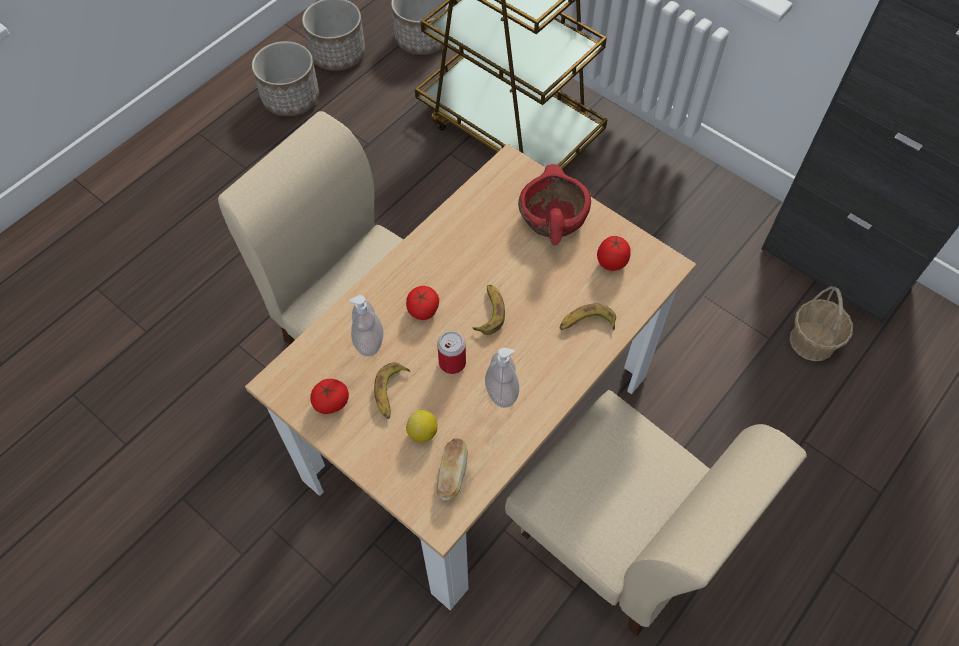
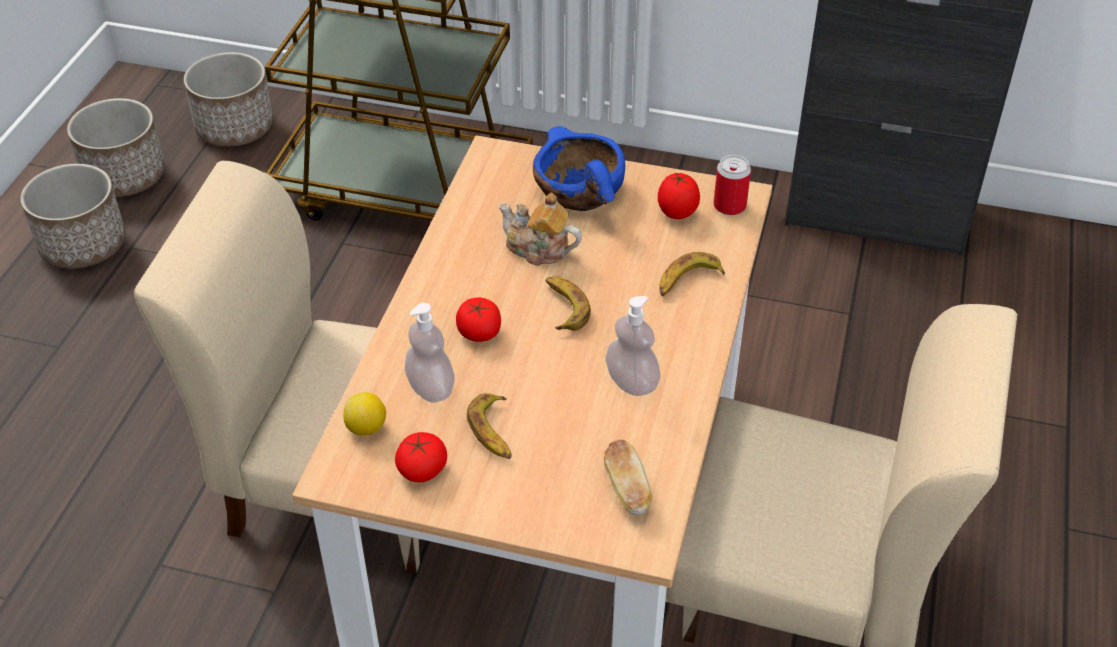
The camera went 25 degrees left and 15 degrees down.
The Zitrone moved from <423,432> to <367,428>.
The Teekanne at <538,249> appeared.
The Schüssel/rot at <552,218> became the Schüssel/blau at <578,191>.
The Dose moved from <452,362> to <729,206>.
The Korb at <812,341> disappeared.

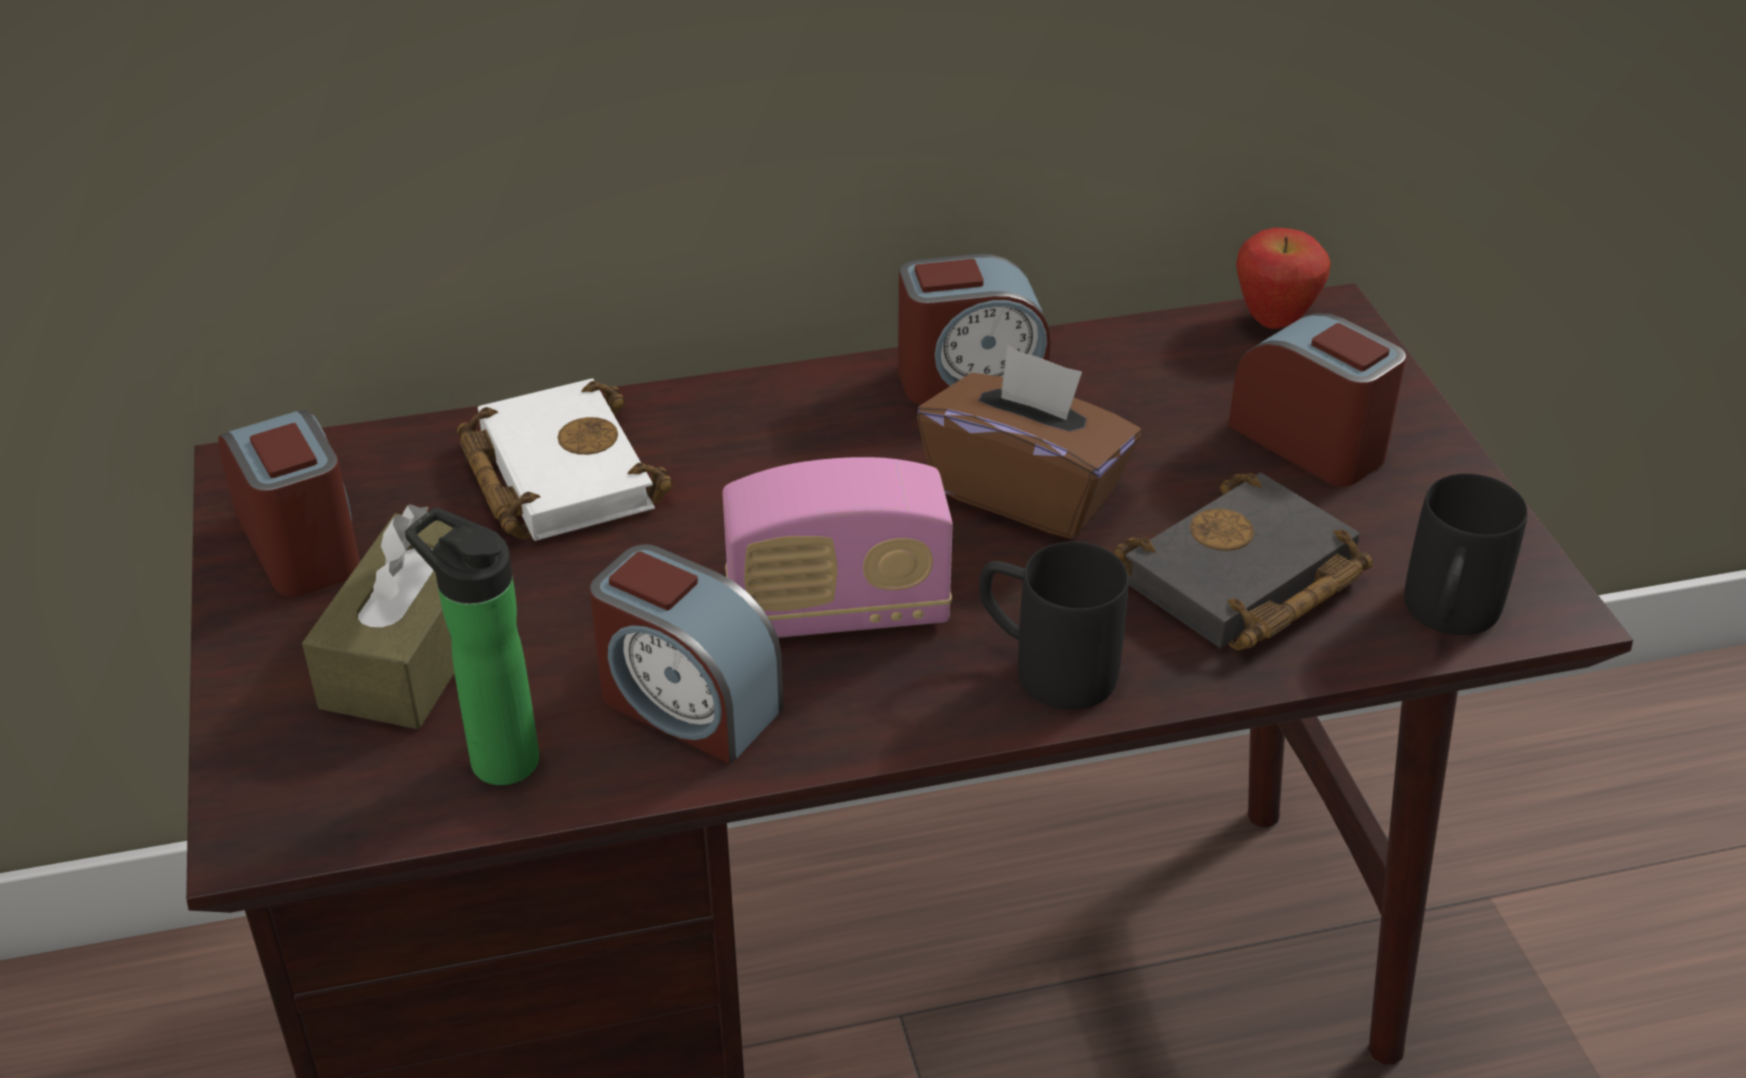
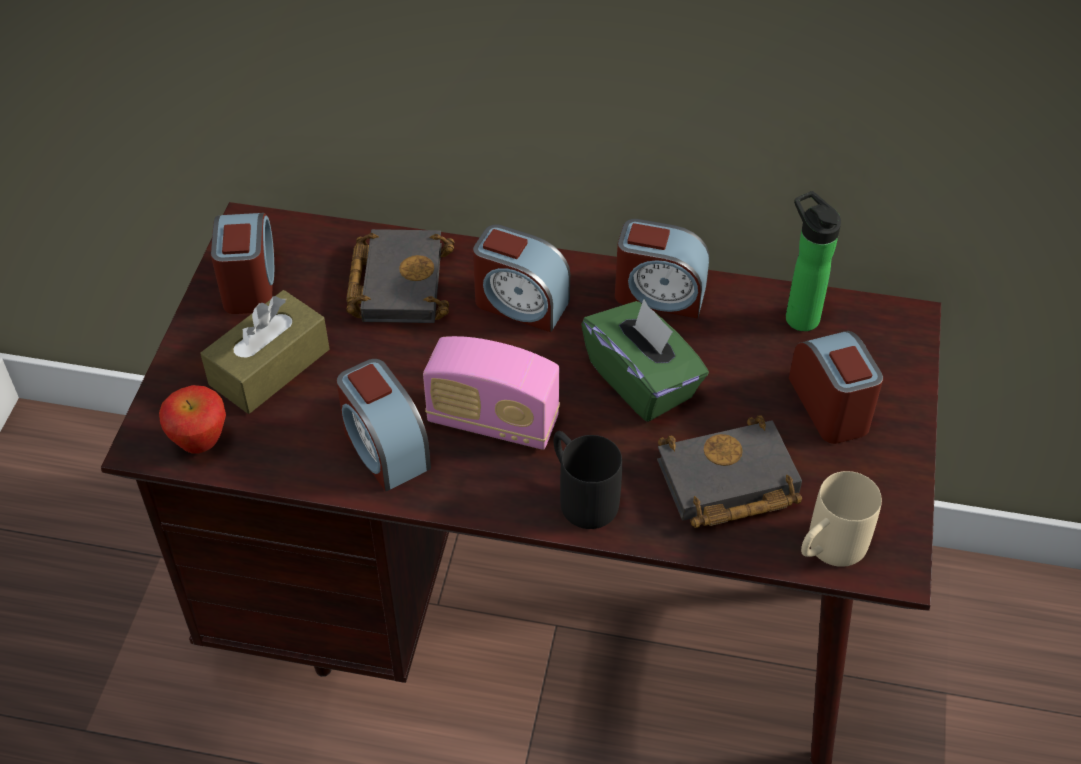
The camera went 25 degrees right and 10 degrees up.
The Apfel moved from <1274,321> to <200,443>.
The Buch/weiß at <555,473> became the Buch/schwarz at <397,281>.
The Wecker at <520,303> appeared.
The Taschentuchbox/braun at <1026,491> became the Taschentuchbox/grün at <642,381>.
The Flasche moved from <496,757> to <798,315>.
The Henkelbecher/schwarz at <1446,619> became the Henkelbecher/beige at <827,550>.

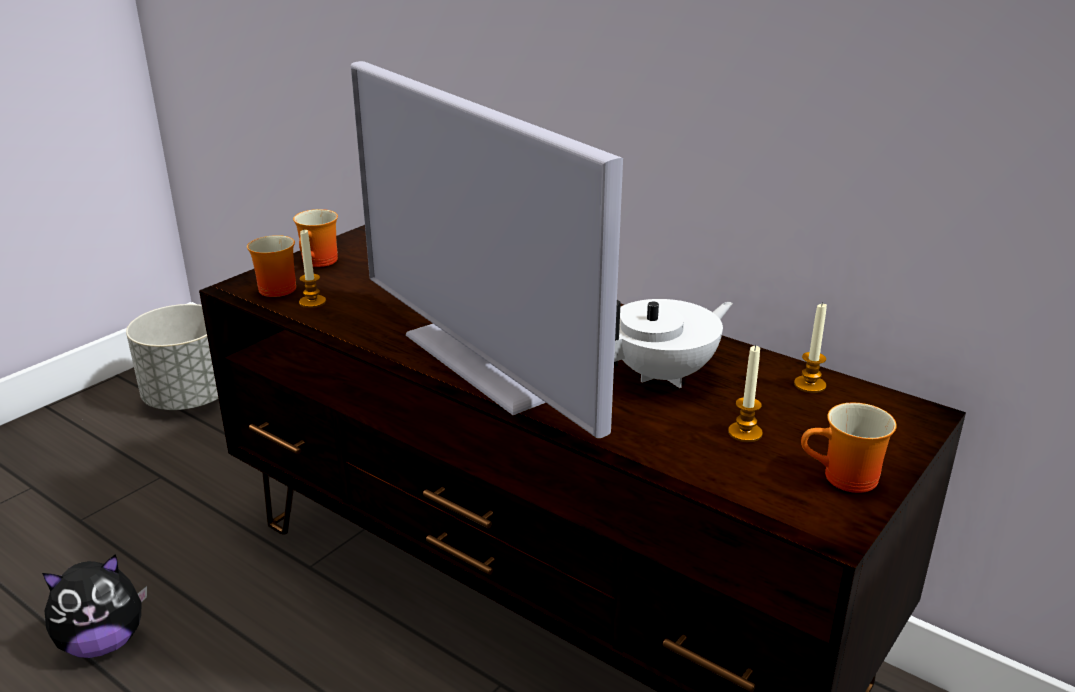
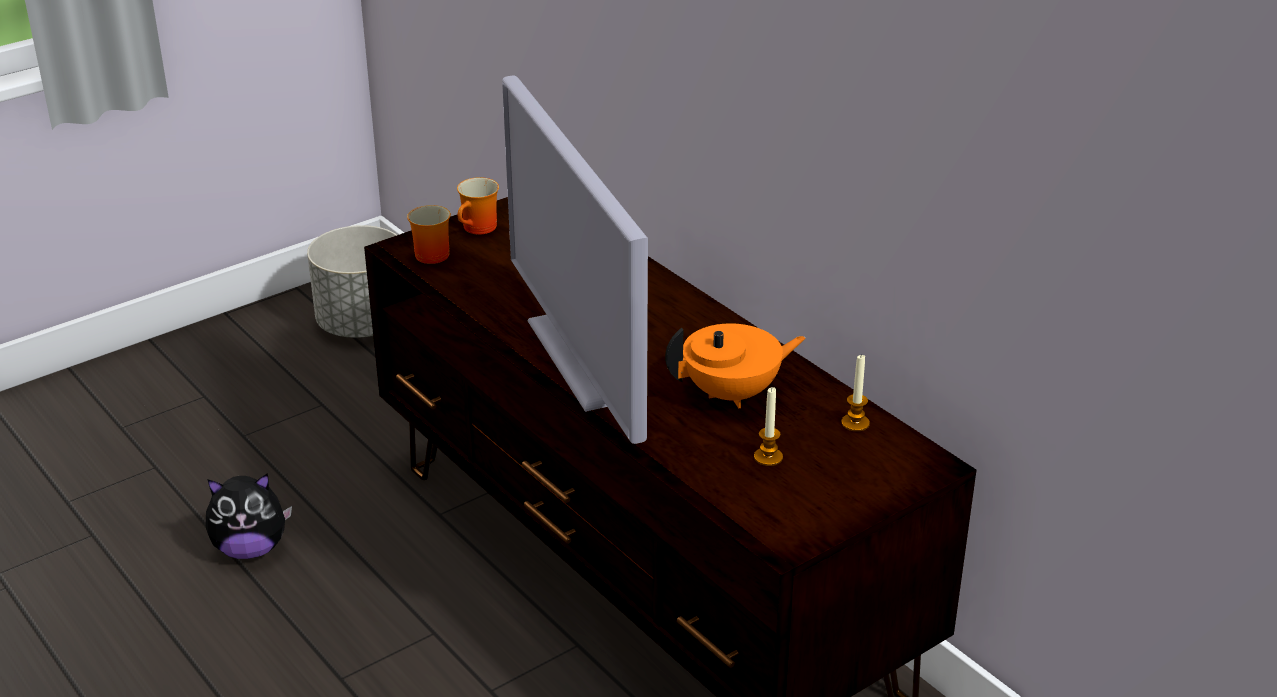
The camera went 15 degrees right and 5 degrees up.
The Teekanne/weiß at <664,375> became the Teekanne/orange at <733,394>.
The Kerze at <312,302> disappeared.
The Henkelbecher at <845,480> disappeared.

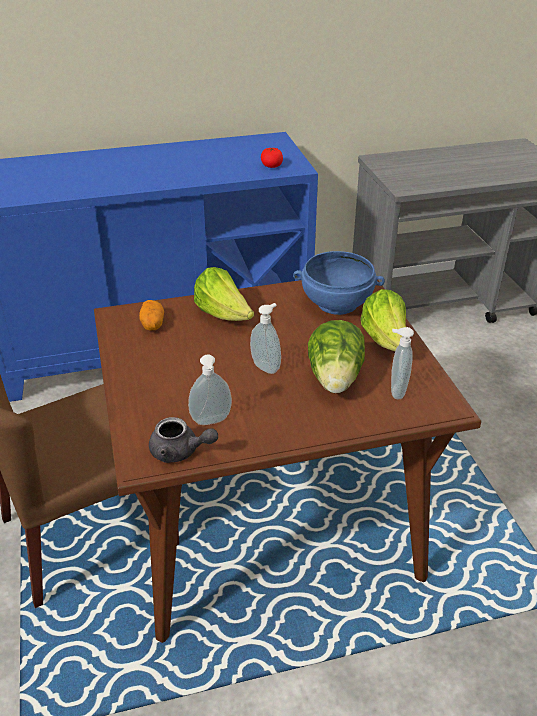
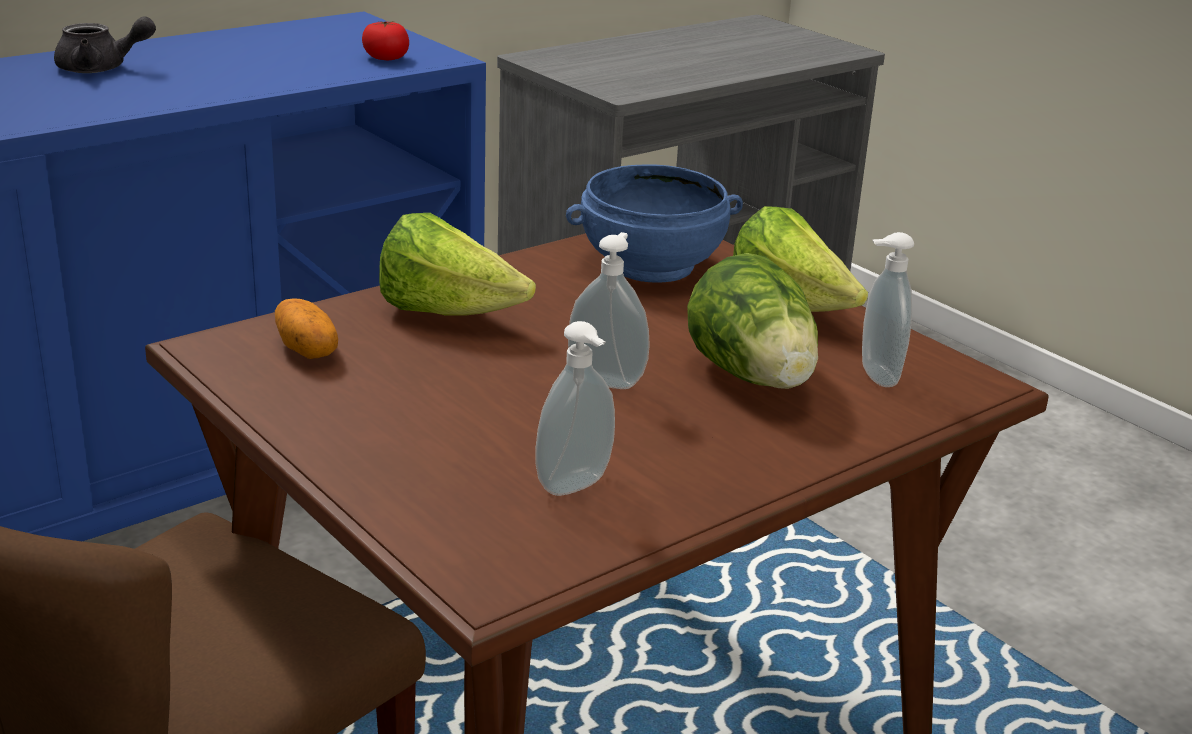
The camera went 25 degrees left and 10 degrees down.
The Teekanne/grau moved from <180,452> to <101,68>.

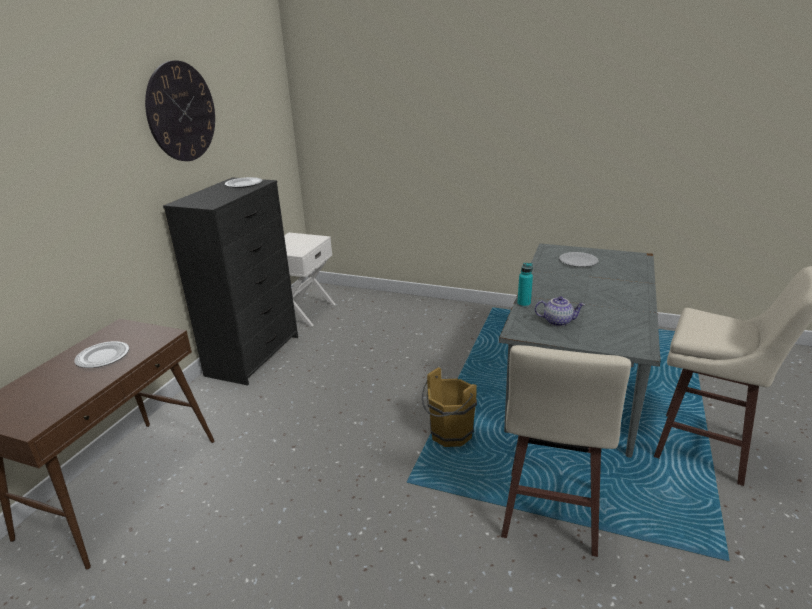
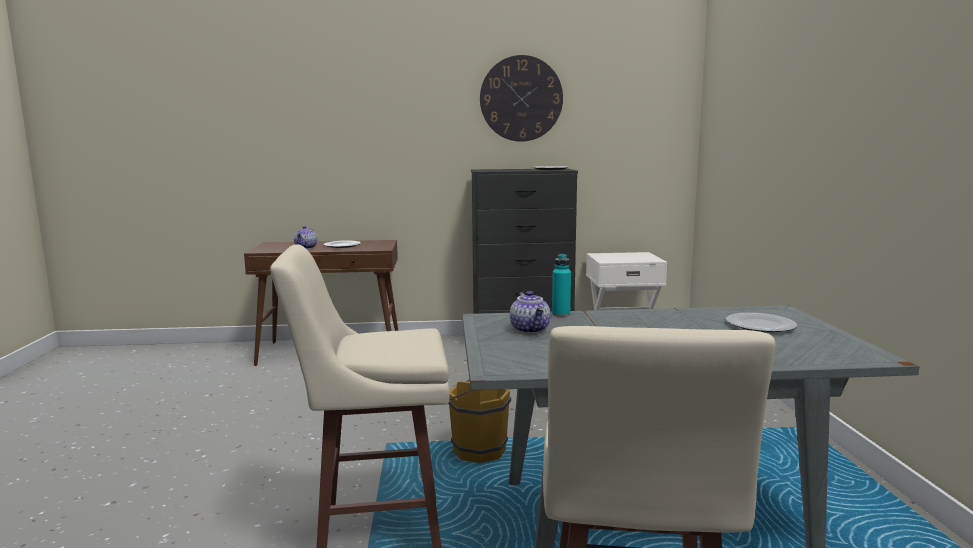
The camera went 65 degrees right and 15 degrees down.
The Teekanne at <306,248> appeared.

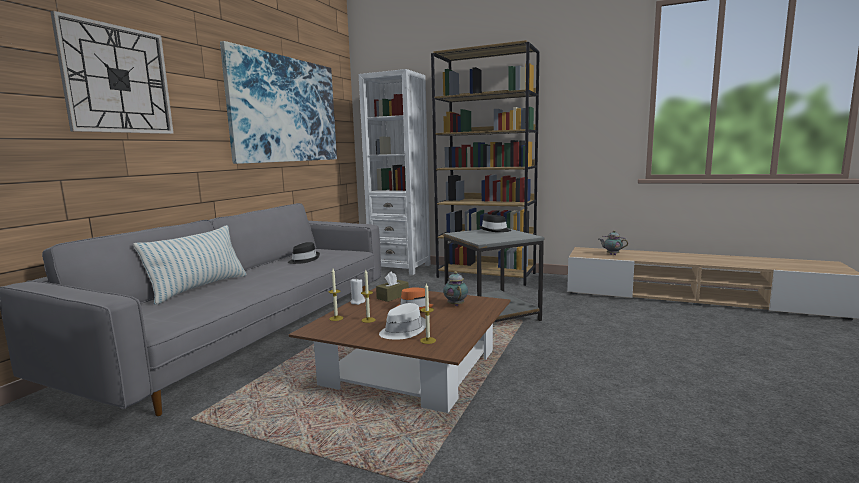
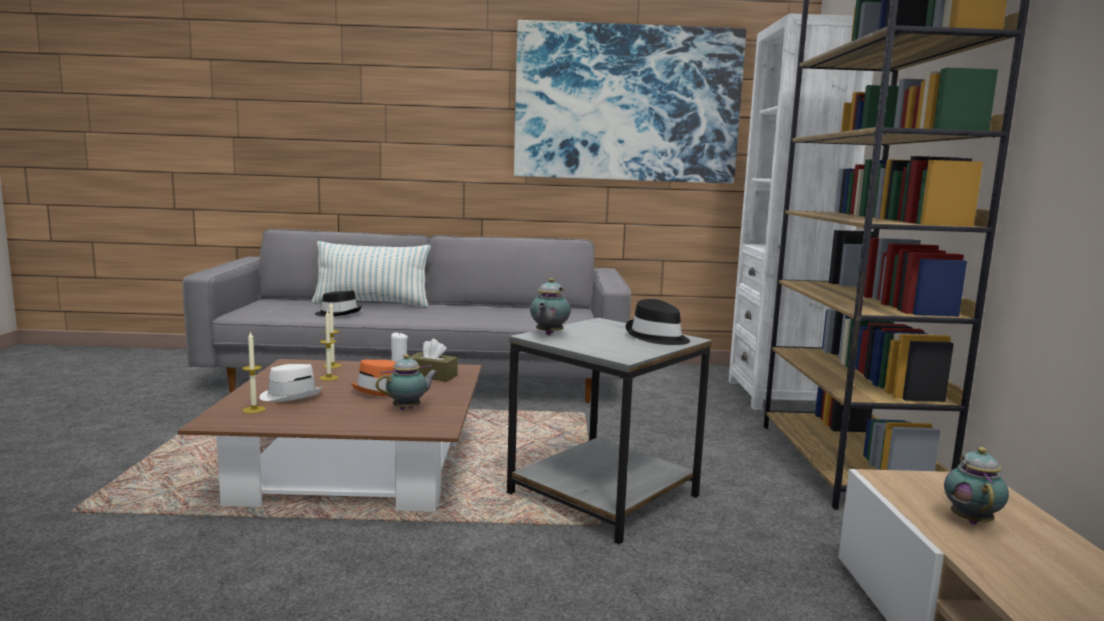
The camera went 65 degrees right and 0 degrees up.
The Hut/schwarz moved from <303,260> to <338,314>.
The Teekanne at <548,334> appeared.
The Wanduhr at <117,79> disappeared.

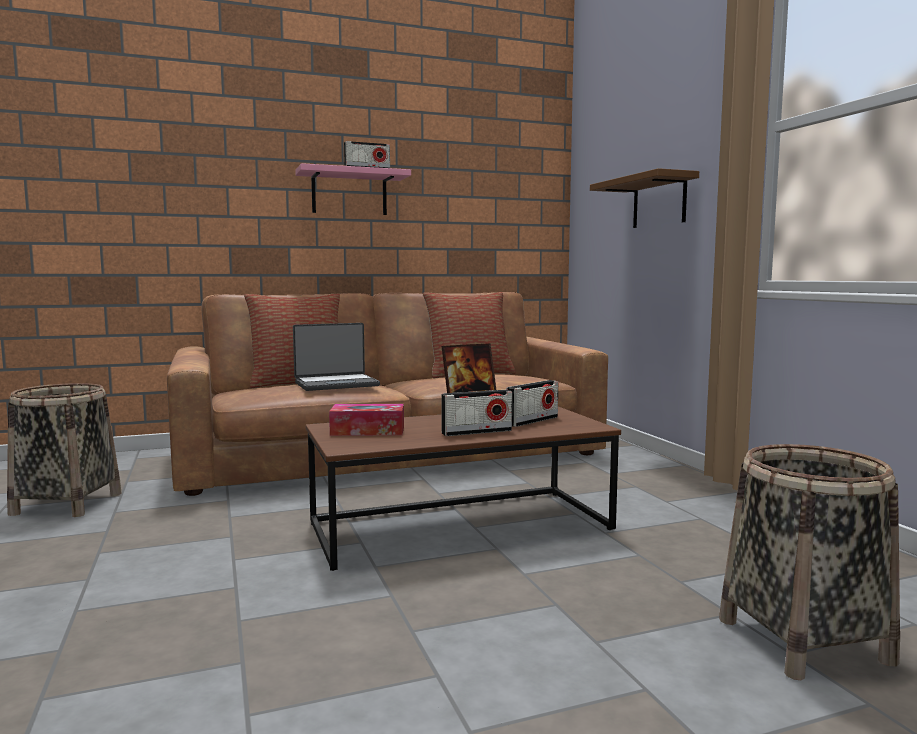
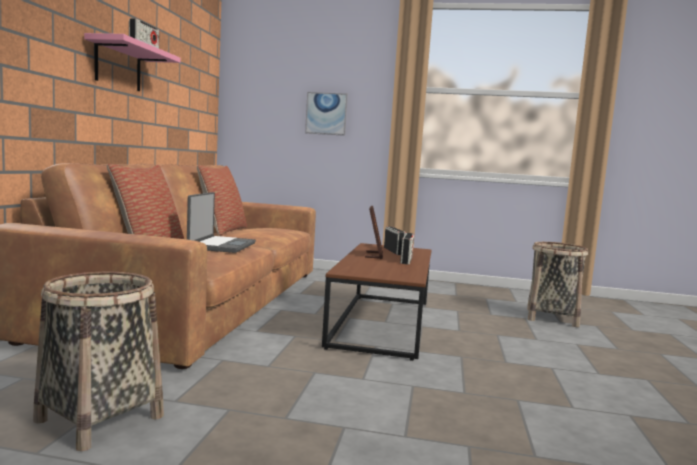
The camera went 60 degrees left and 0 degrees up.
The Wandregal/braun at <659,202> was replaced by the Bild at <326,113>.
The Taschentuchbox at <368,431> disappeared.

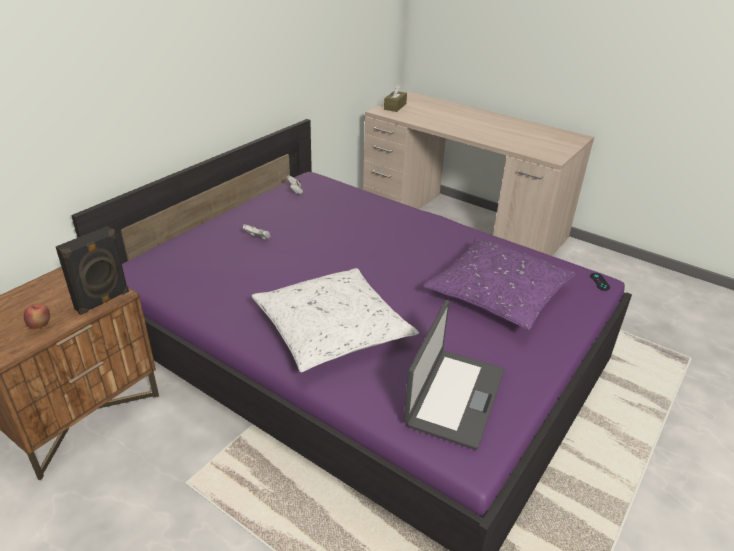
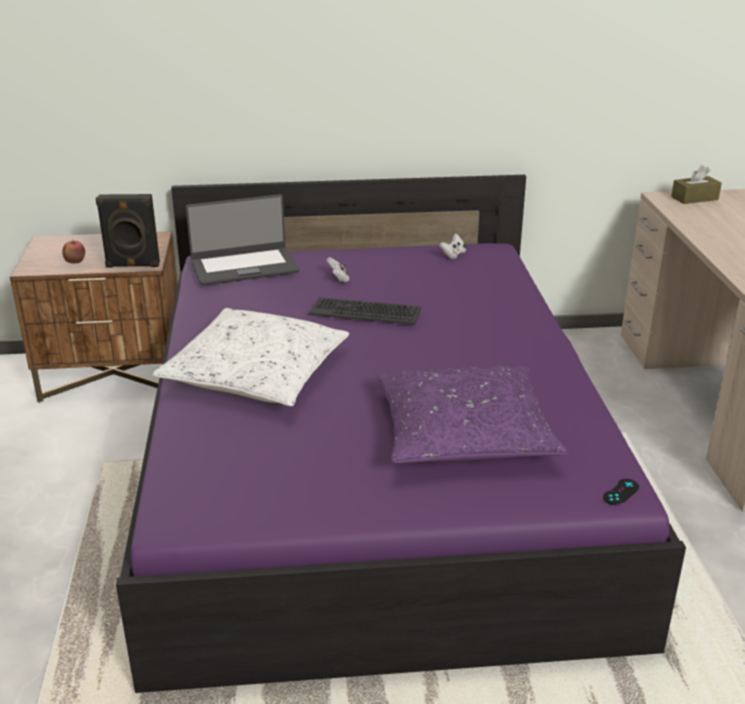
The camera went 50 degrees right and 5 degrees down.
The Laptop moved from <454,396> to <244,266>.
The Tastatur at <365,311> appeared.

